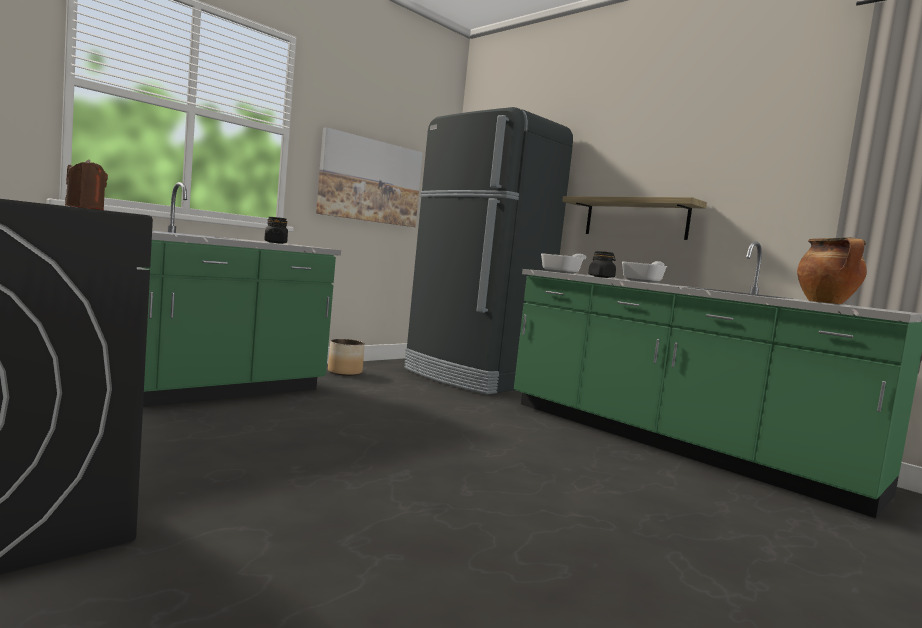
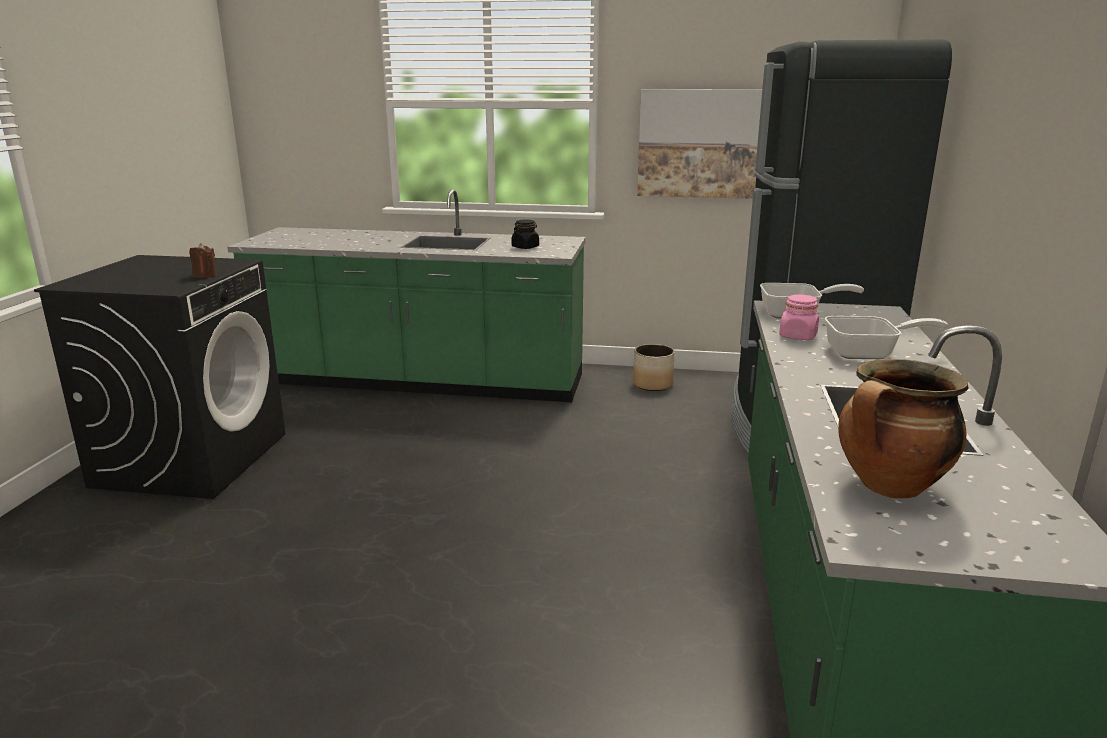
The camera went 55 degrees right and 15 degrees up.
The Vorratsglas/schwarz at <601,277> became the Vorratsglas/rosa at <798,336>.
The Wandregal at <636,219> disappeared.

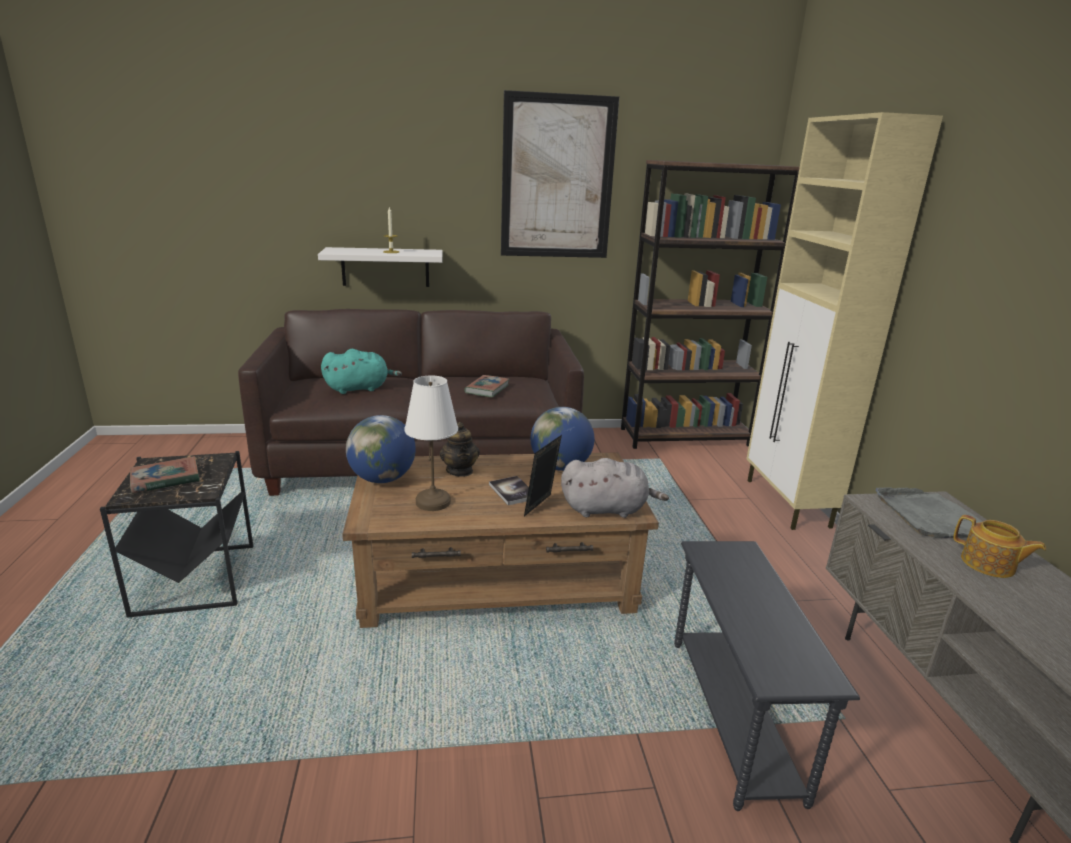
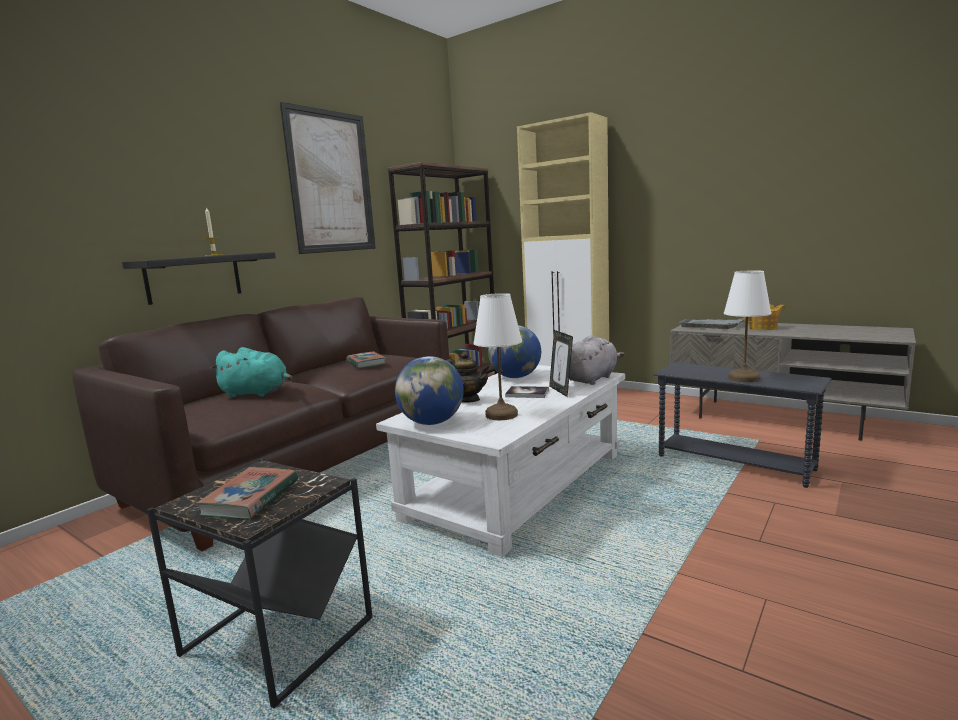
The camera went 45 degrees left and 10 degrees down.
The Wandregal/weiß at <385,267> became the Wandregal/schwarz at <194,278>.
The Plüschtier/türkis at <360,388> turned 75 degrees clockwise.
The Couchtisch/braun at <498,578> became the Couchtisch/weiß at <518,485>.
The Tischlampe/weiß at <744,378> appeared.

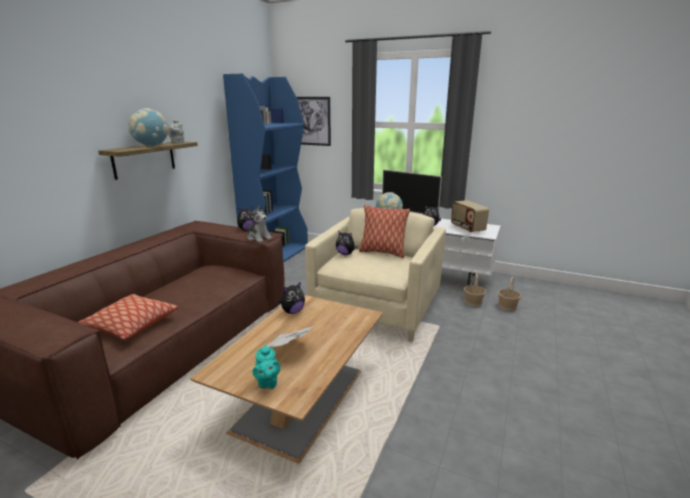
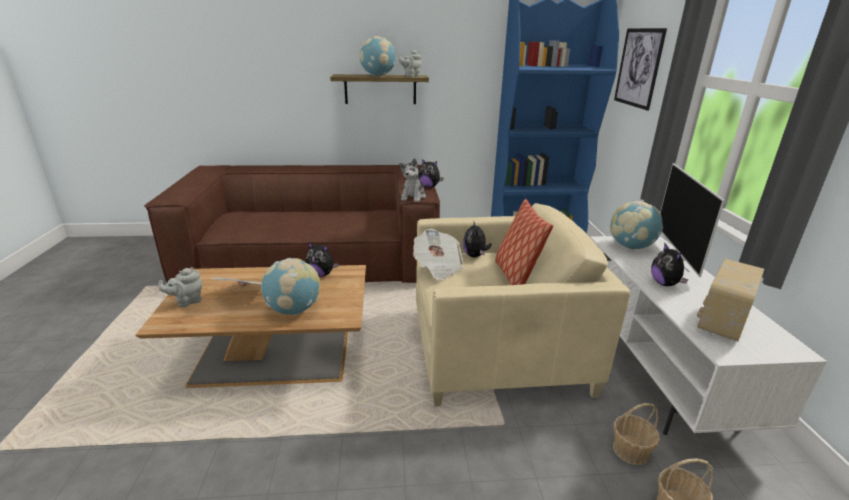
The camera went 60 degrees right and 5 degrees up.
The Teekanne/türkis at <267,383> became the Teekanne/grau at <187,302>.
The Globus at <294,310> appeared.
The Zeitung at <437,267> appeared.
The Kissen at <131,324> disappeared.

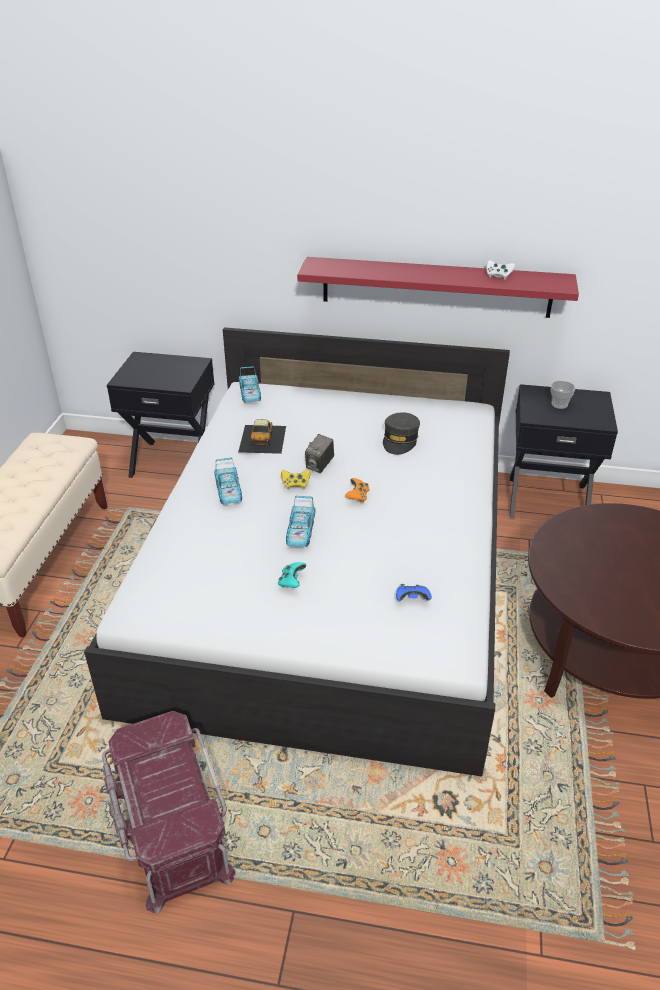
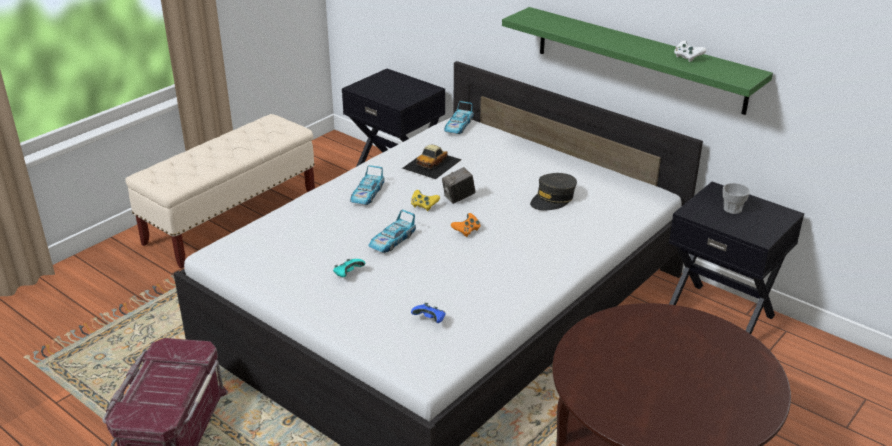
The camera went 30 degrees right and 5 degrees down.
The Wandregal/rot at <436,287> became the Wandregal/grün at <639,59>.

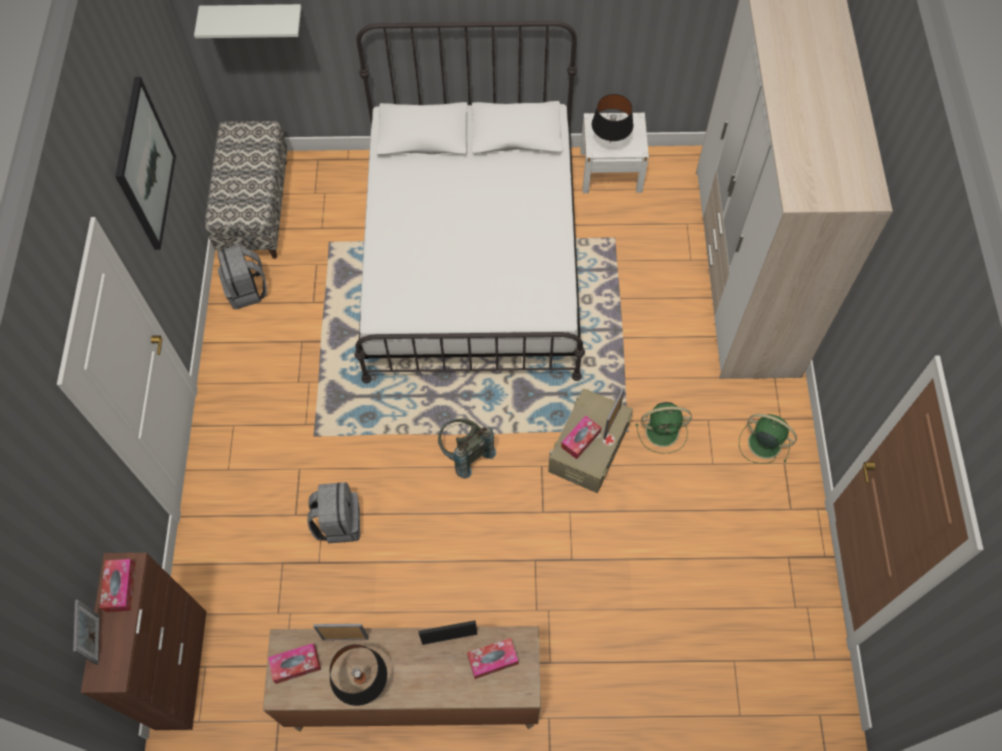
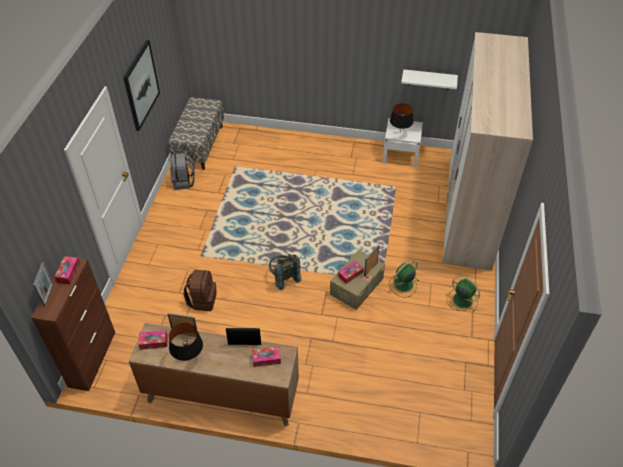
The camera went 10 degrees right and 15 degrees down.
The Rucksack/grau at <338,522> became the Rucksack/braun at <202,300>.
The Ventilator/grün at <663,431> turned 135 degrees clockwise.
The Wandregal/weiß moved from <253,17> to <429,79>.
The Bett/weiß at <472,260> disappeared.

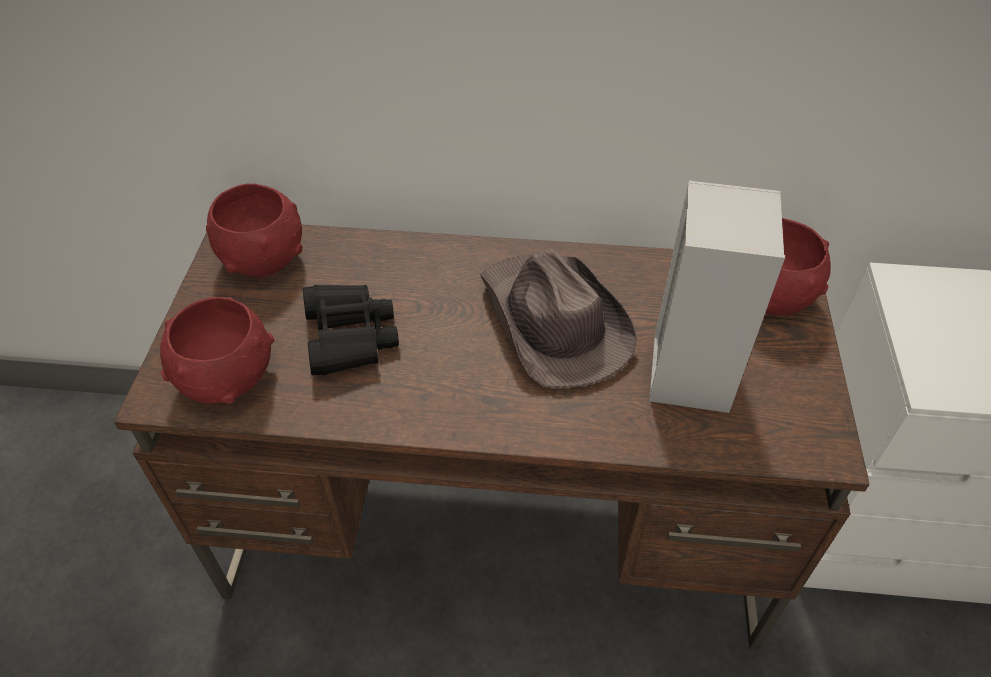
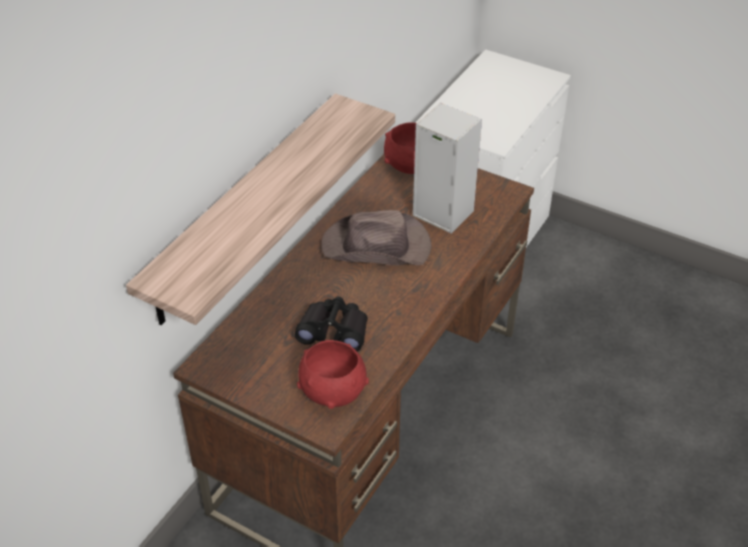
The camera went 65 degrees left and 5 degrees down.
The Wandregal at <244,208> appeared.
The Schüssel/rot at <264,257> disappeared.

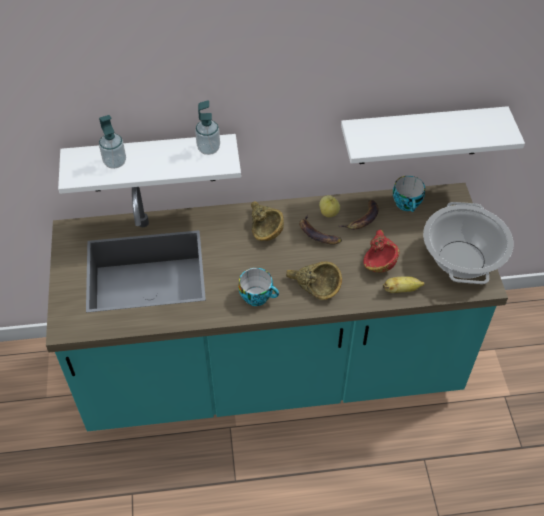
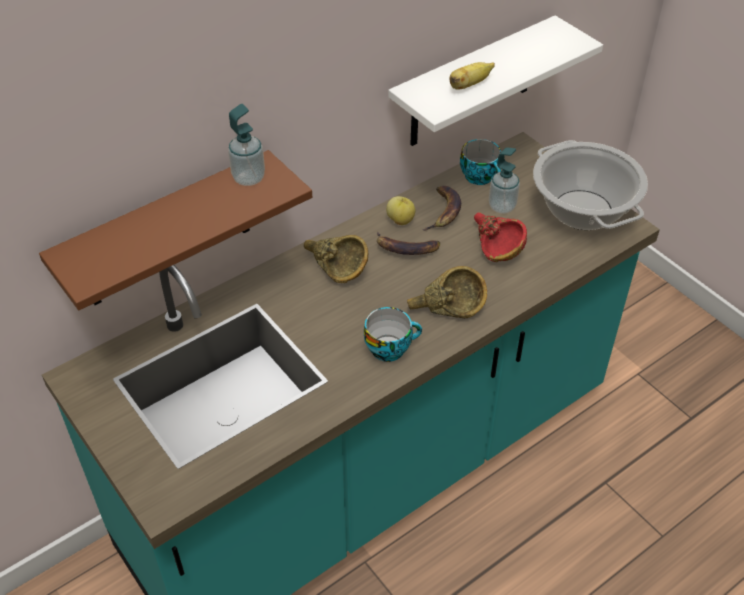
The camera went 30 degrees left and 5 degrees down.
The Wandregal/weiß at <152,163> became the Wandregal/braun at <166,232>.
The Banane moved from <401,290> to <469,85>.
The Seifenspender moved from <115,162> to <502,206>.

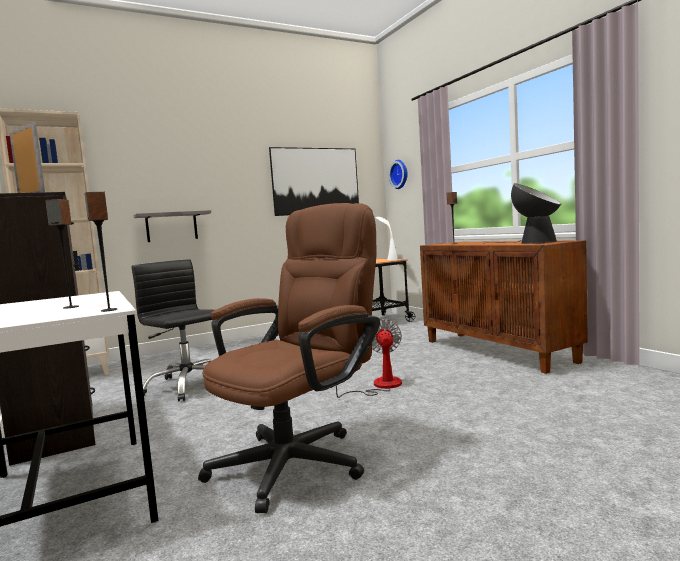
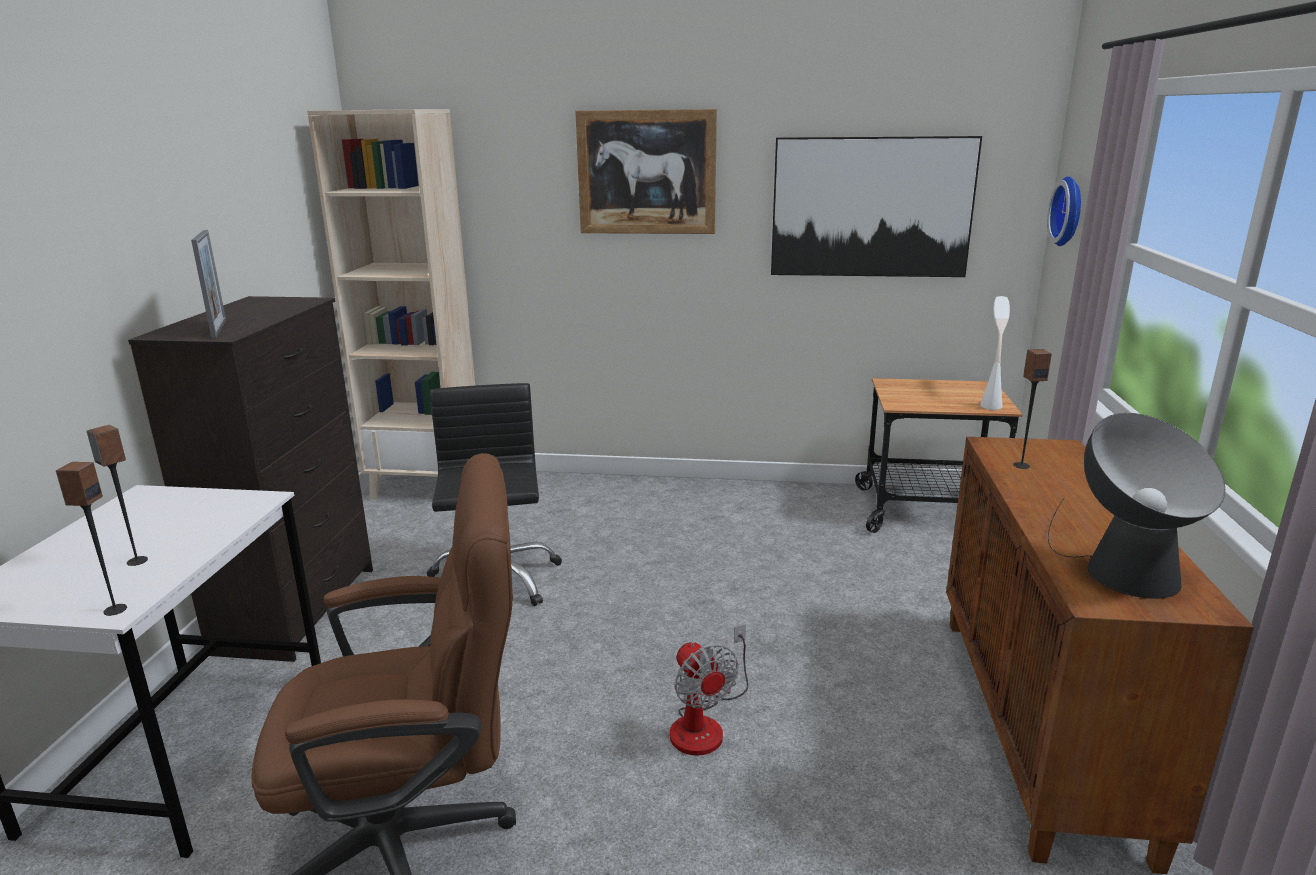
The camera went 35 degrees right and 15 degrees up.
The Bild at <646,172> appeared.
The Ventilator at <379,386> turned 120 degrees clockwise.
The Wandregal/grau at <171,226> disappeared.

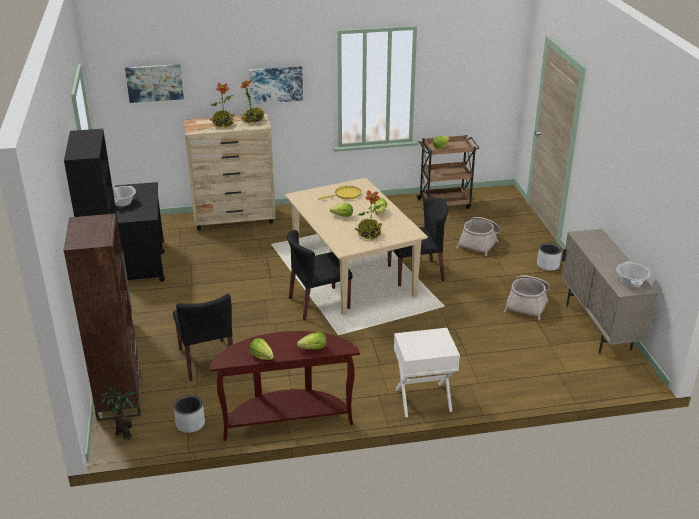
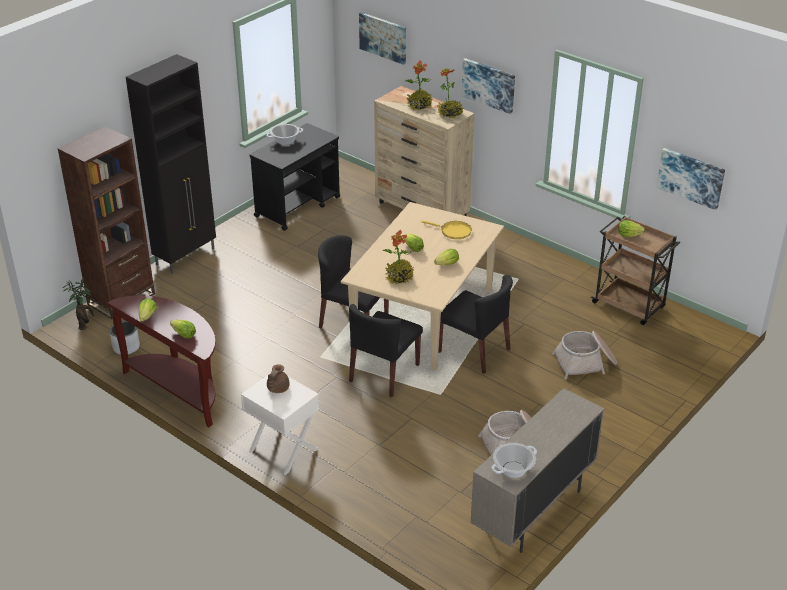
The camera went 50 degrees right and 5 degrees up.
The Teekanne/braun at <277,388> appeared.
The Stuhl/schwarz moved from <207,360> to <384,373>.
The Bild at <691,177> appeared.
The Pflanzkübel/grau at <548,265> disappeared.

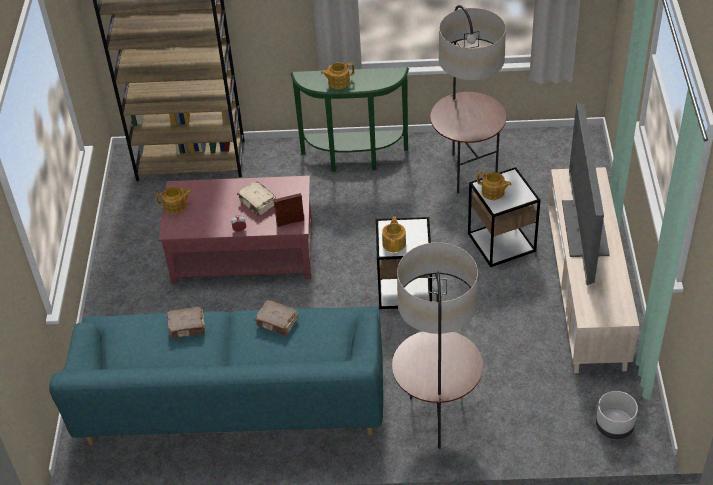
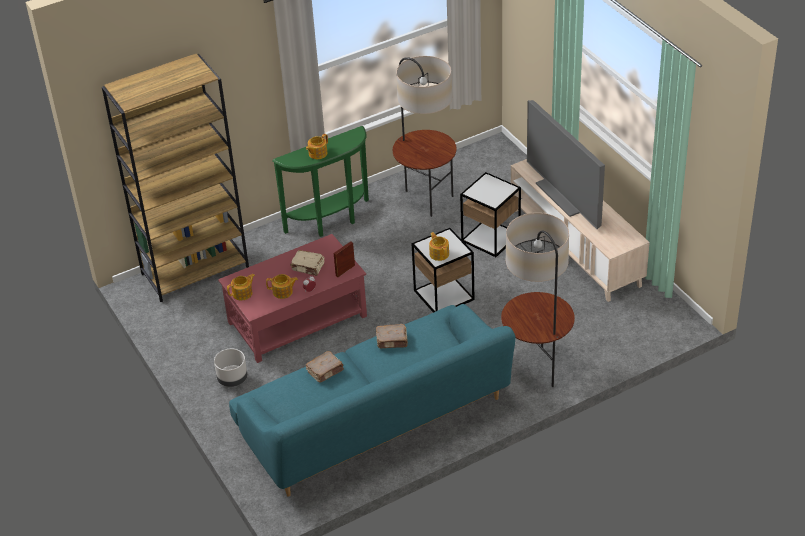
The camera went 30 degrees left and 5 degrees down.
The Pflanzkübel/grau moved from <614,427> to <233,379>.
The Teekanne moved from <493,192> to <283,292>.

